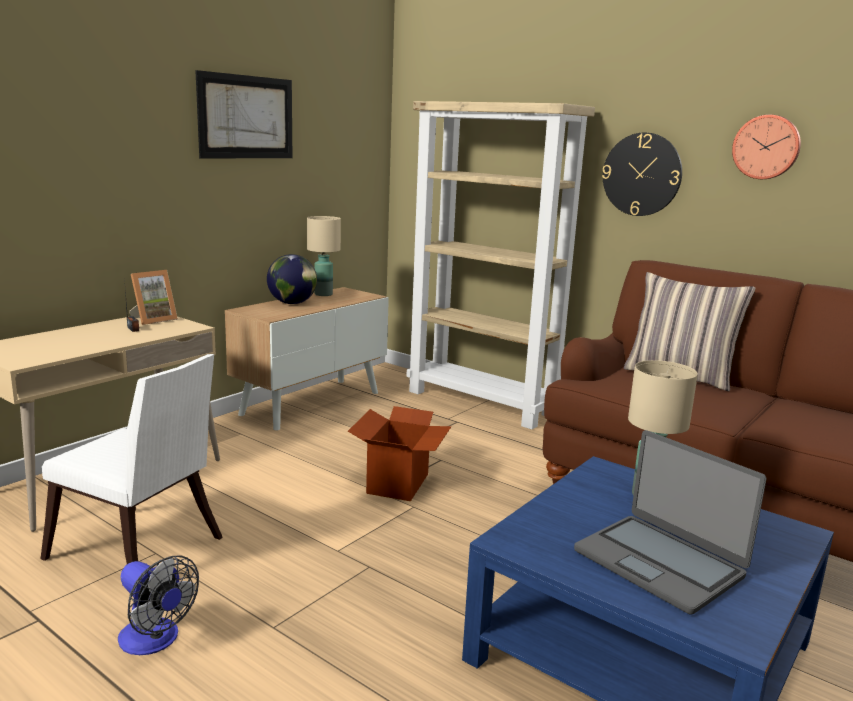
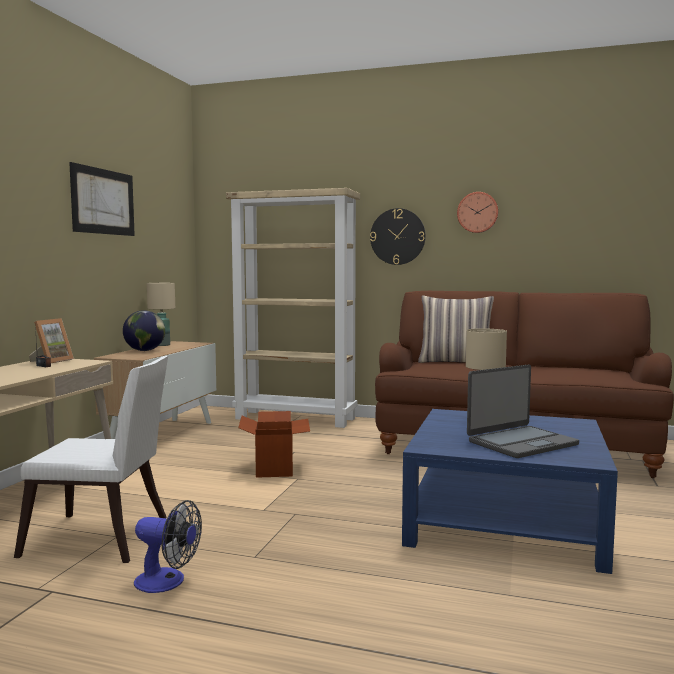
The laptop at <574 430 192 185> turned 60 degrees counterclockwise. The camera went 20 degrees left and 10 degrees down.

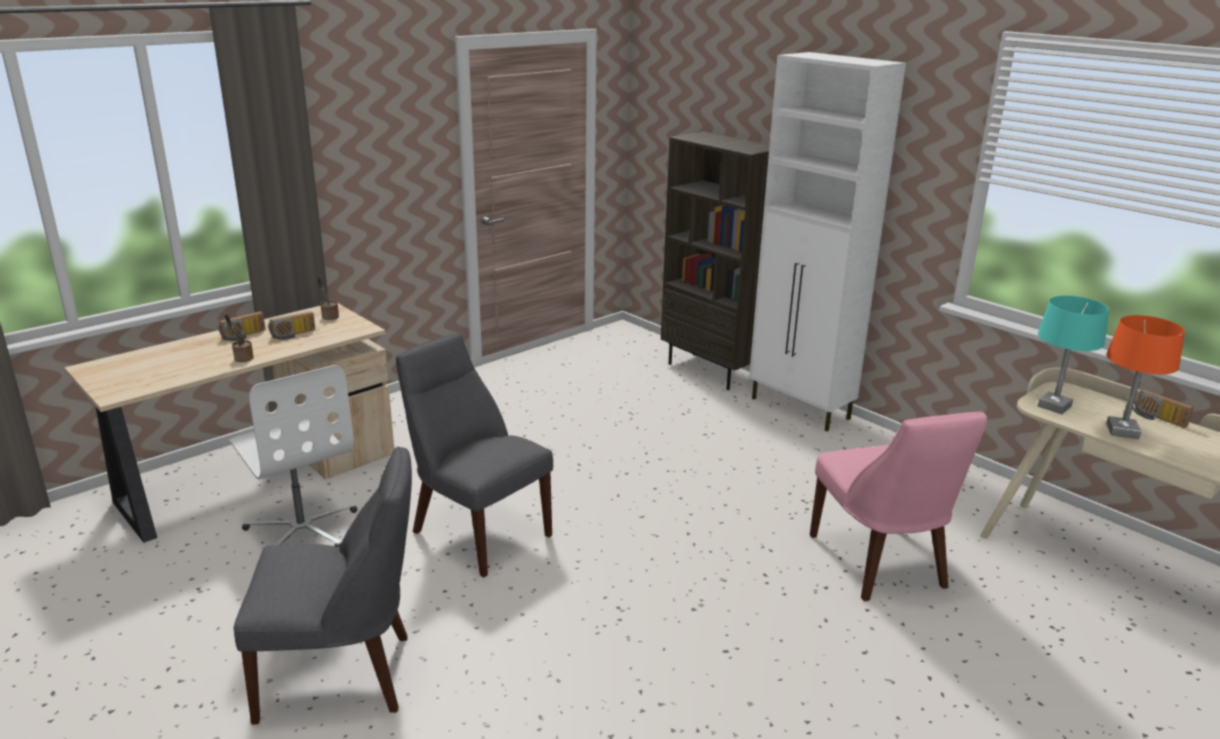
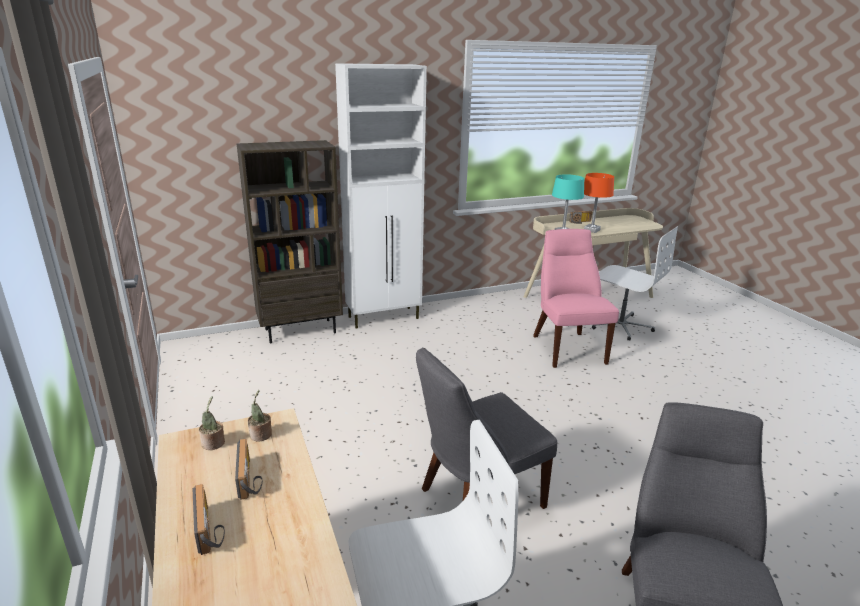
The potted_plant moved from <225 314 29 48> to <248 390 24 51>. The pink_chair at <810 412 177 189> turned 105 degrees counterclockwise. The white_office_chair at <592 226 86 115> appeared. The camera went 70 degrees left and 0 degrees up.

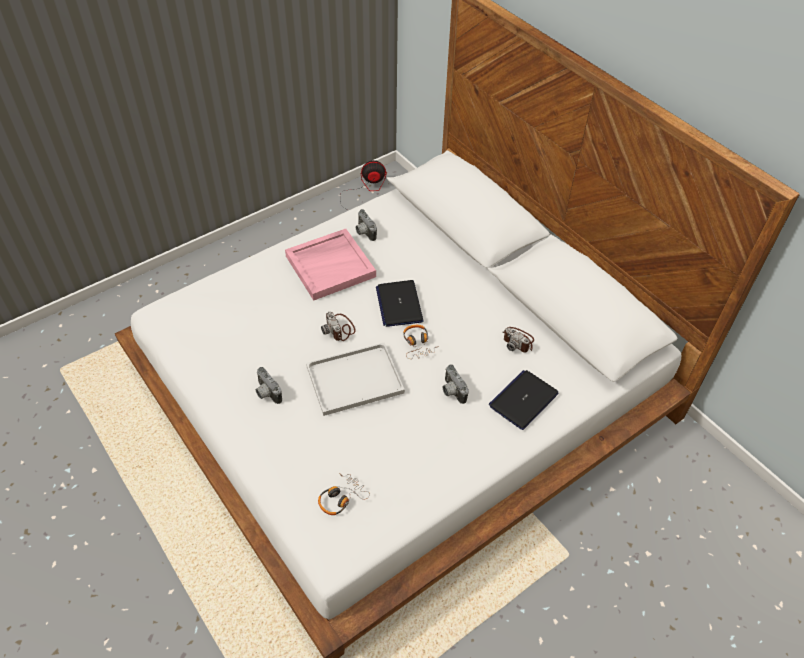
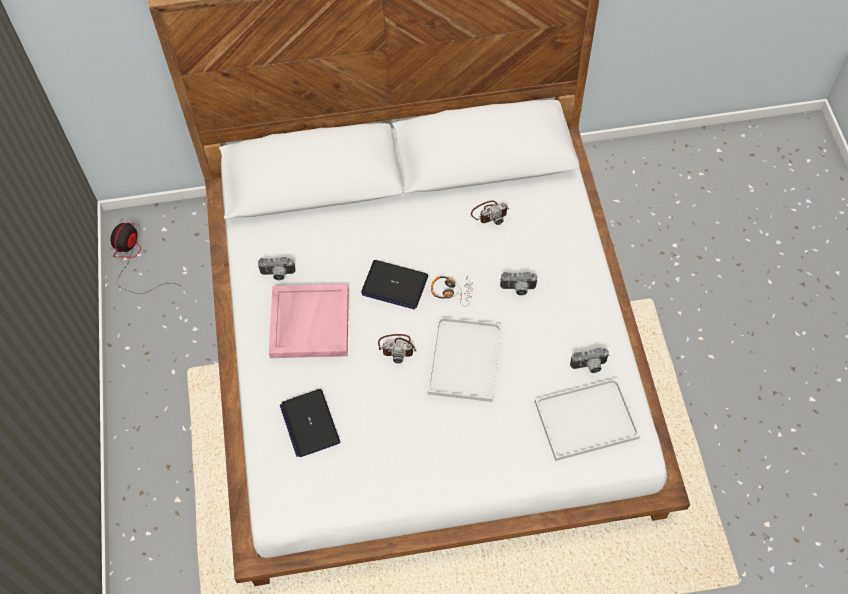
The photo_camera moved from <256 367 26 37> to <570 348 39 25>. The headphones at <318 473 52 42> was replaced by the white_tray at <535 378 105 83>. The laptop moved from <489 370 70 60> to <280 389 60 68>. The camera went 60 degrees left and 10 degrees up.

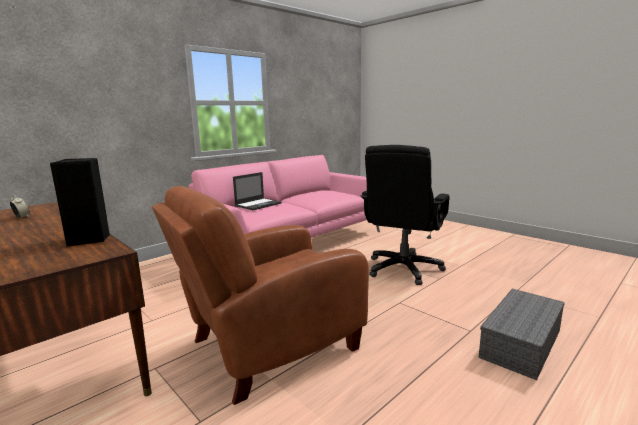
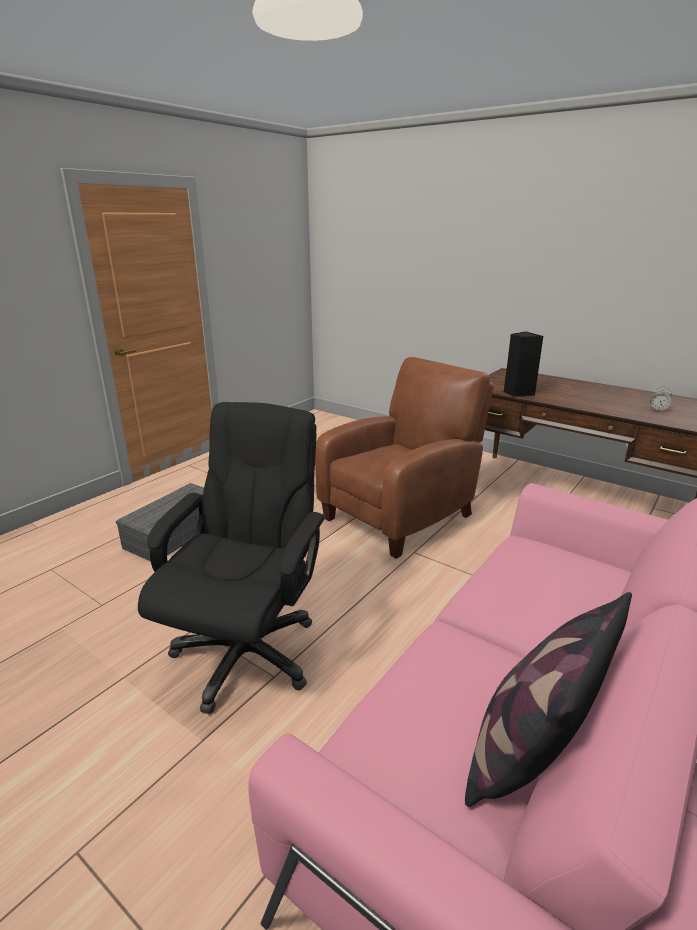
The laptop at <233 172 49 38> disappeared. The pillow at <465 592 167 215> appeared. The camera went 170 degrees right and 10 degrees up.

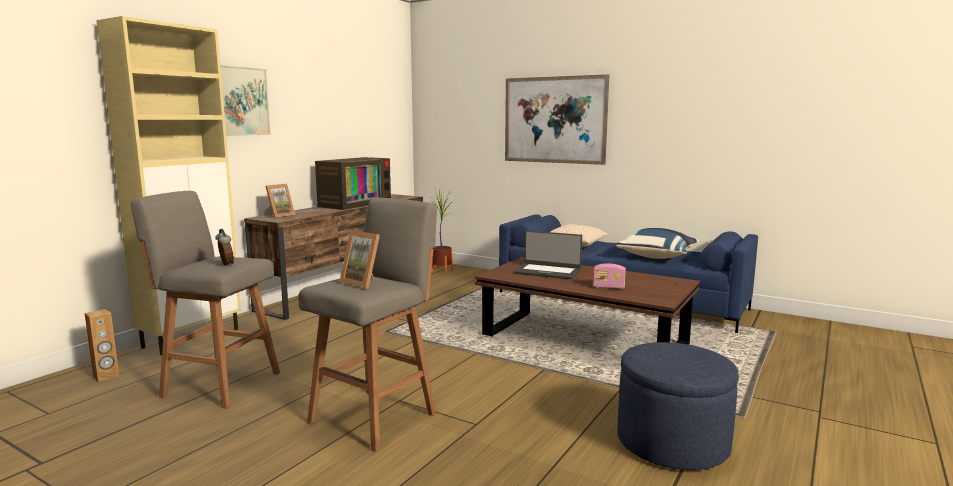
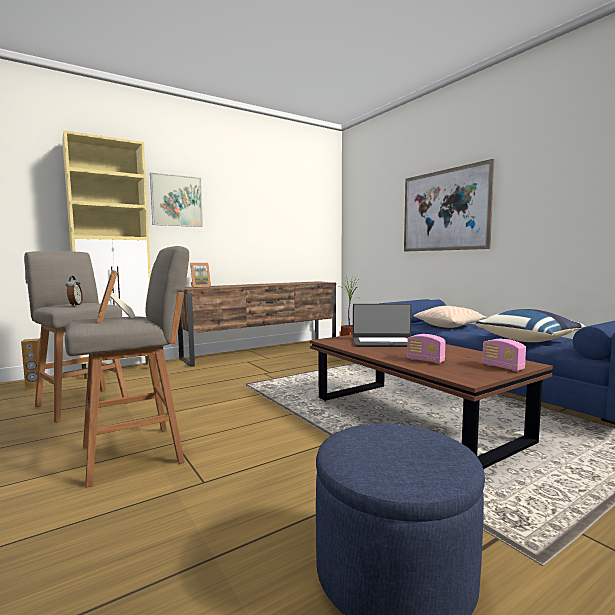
The television at <315 157 76 53> disappeared. The laptop at <514 231 68 48> turned 45 degrees counterclockwise. The radio at <482 339 44 32> appeared. The camera went 25 degrees right and 5 degrees down.

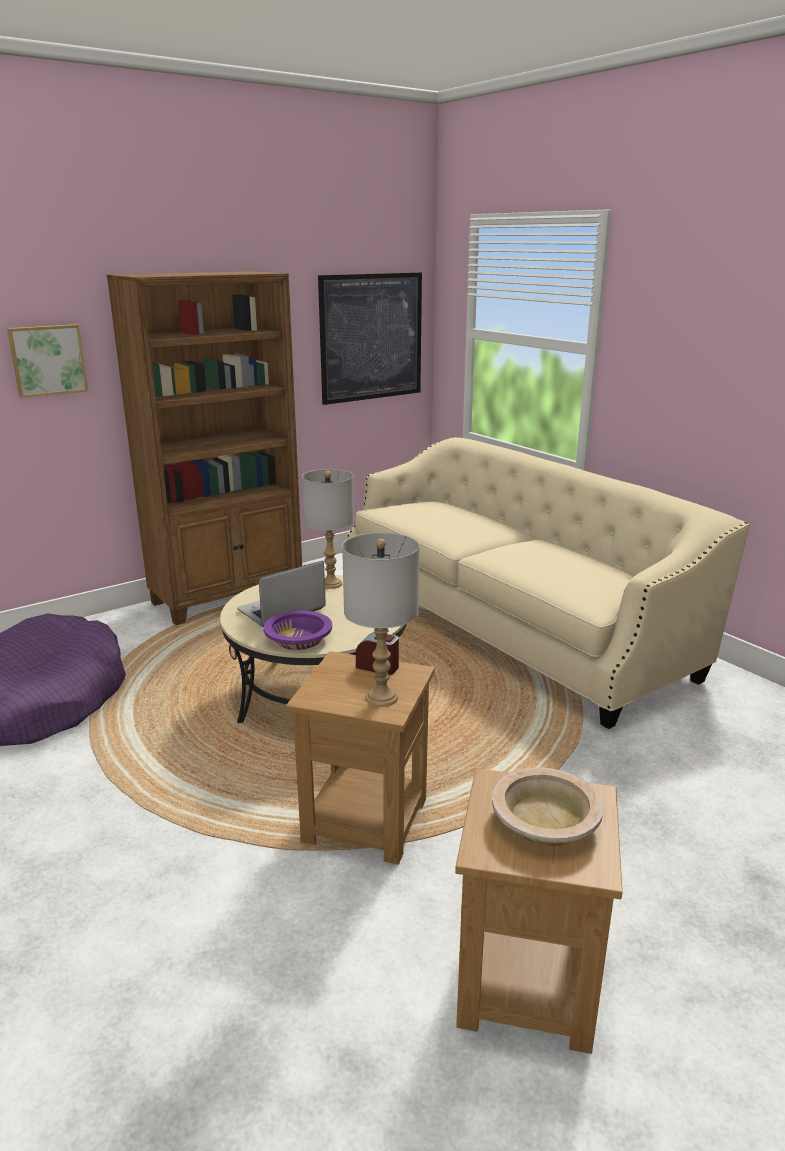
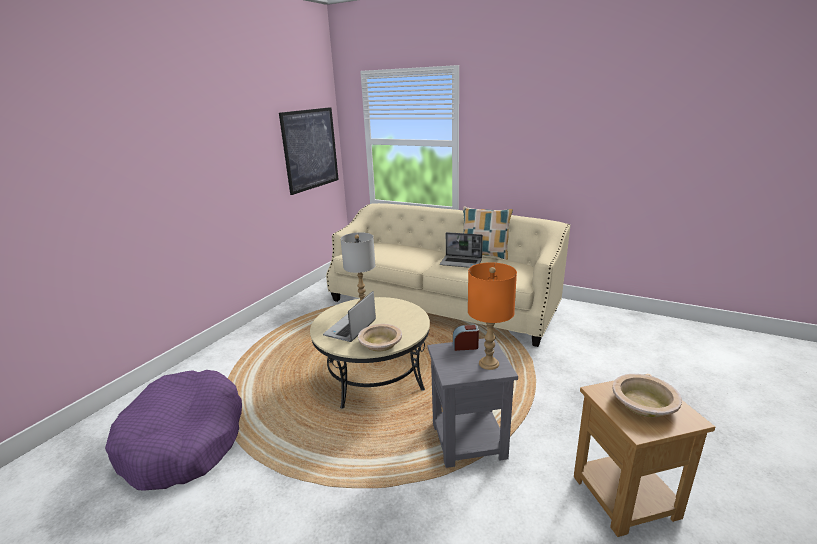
The picture at <7 324 82 74> disappeared. The brown_bookcase at <107 271 195 354> disappeared. The purple_bowl at <264 610 68 40> became the beige_bowl at <358 324 44 27>. The brown_side_table at <286 651 149 214> became the grey_side_table at <427 338 91 130>. The grey_table_lamp at <342 532 77 175> became the orange_table_lamp at <468 262 49 108>. The laptop at <440 232 43 36> appeared. The pillow at <463 206 50 54> appeared. The camera went 25 degrees left and 0 degrees up.

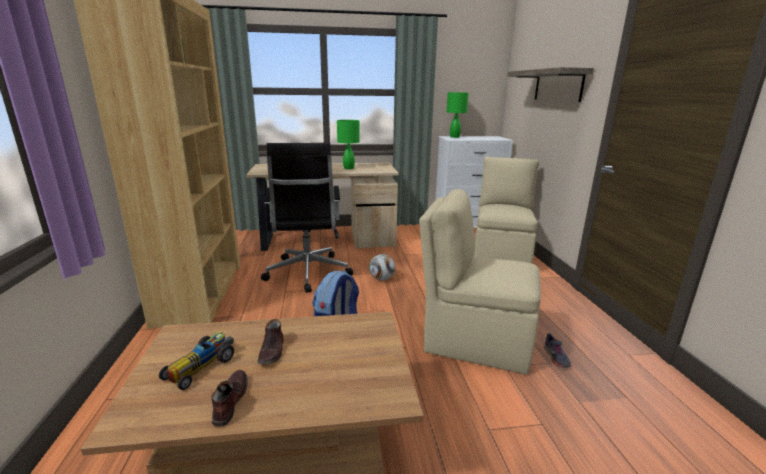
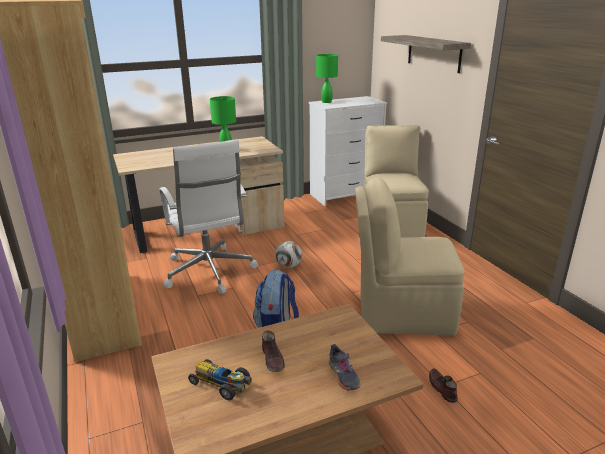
The toy_car at <159 332 75 58> turned 105 degrees clockwise. The brown_shoe moved from <211 370 37 57> to <429 369 29 34>. The black_office_chair at <261 143 92 150> became the white_office_chair at <160 139 98 155>. The grey_shoe moved from <544 333 27 35> to <329 344 31 47>. The camera went 15 degrees left and 5 degrees up.

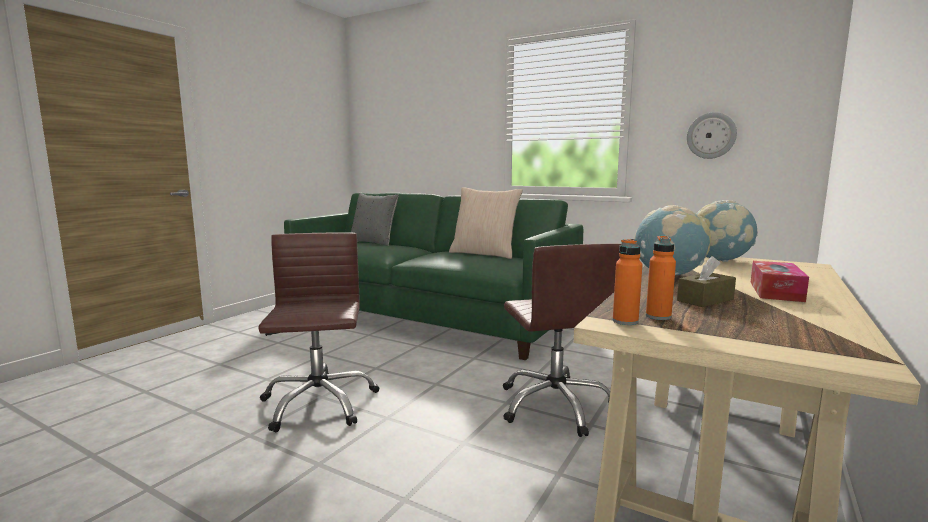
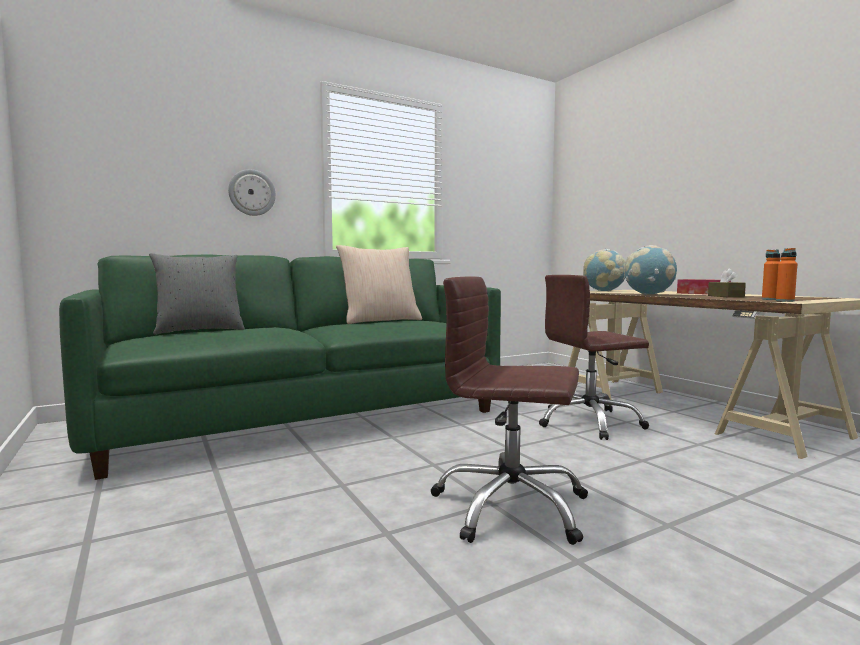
The brown_office_chair at <503 244 118 193> turned 150 degrees clockwise. The wall_clock moved from <687 112 50 47> to <228 169 48 47>. The camera went 60 degrees left and 5 degrees down.

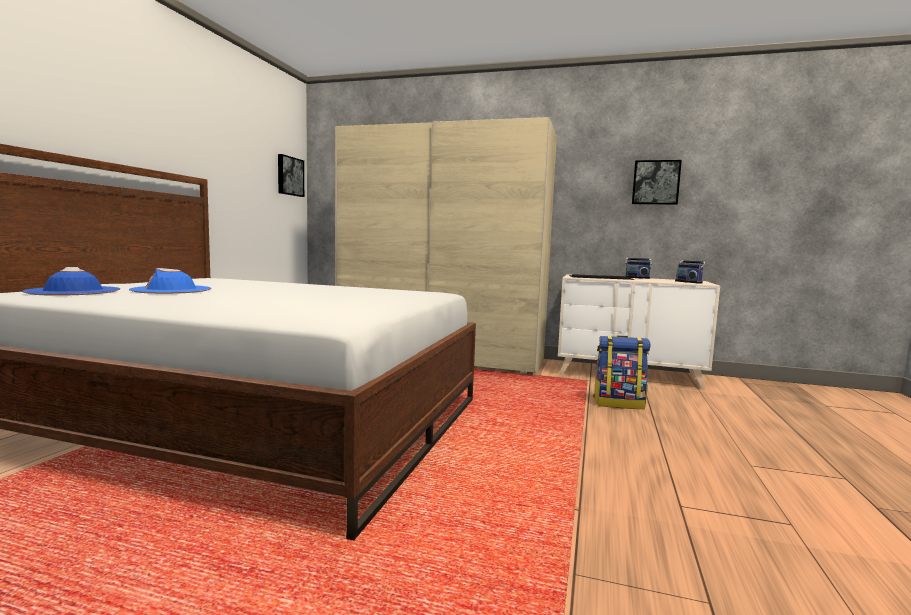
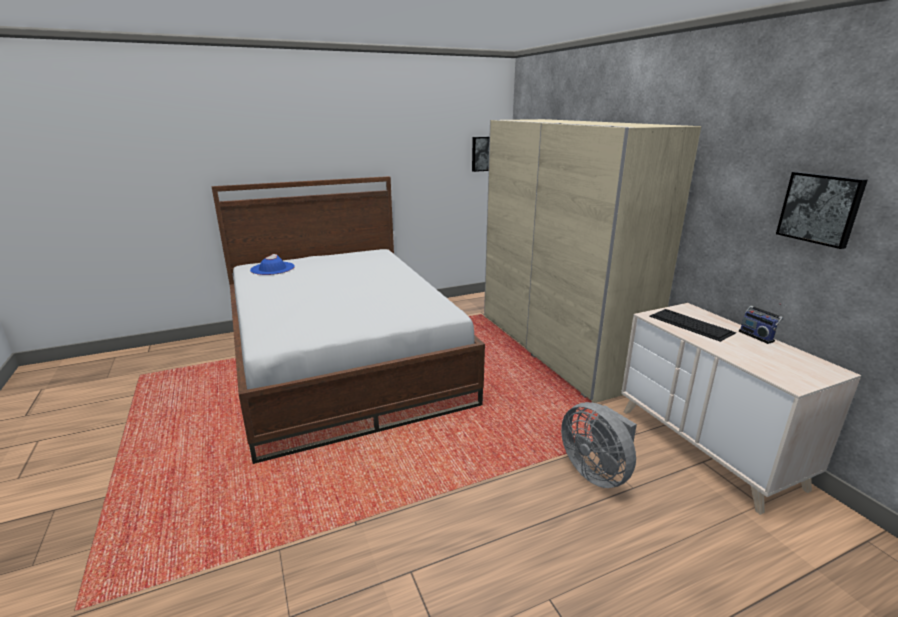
The blue_hat at <129 268 82 26> disappeared. The backpack at <593 335 57 74> was replaced by the grey_fan at <561 402 76 86>. The radio at <675 250 31 33> disappeared. The camera went 50 degrees right and 15 degrees up.

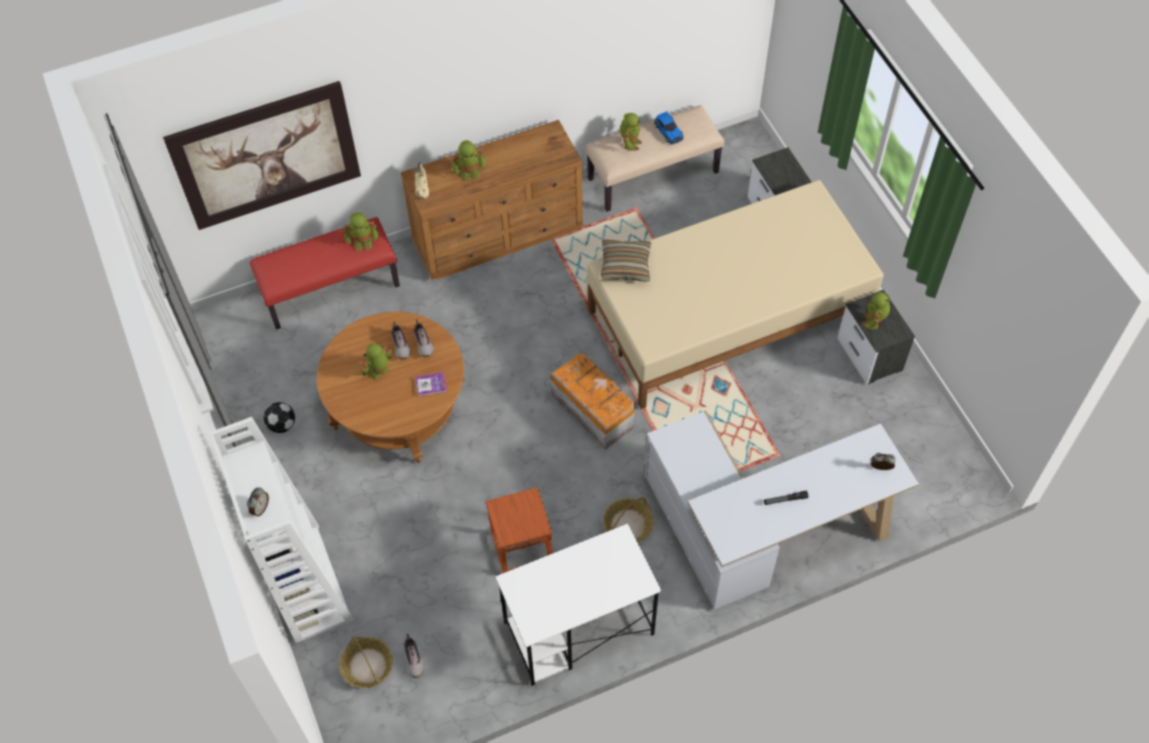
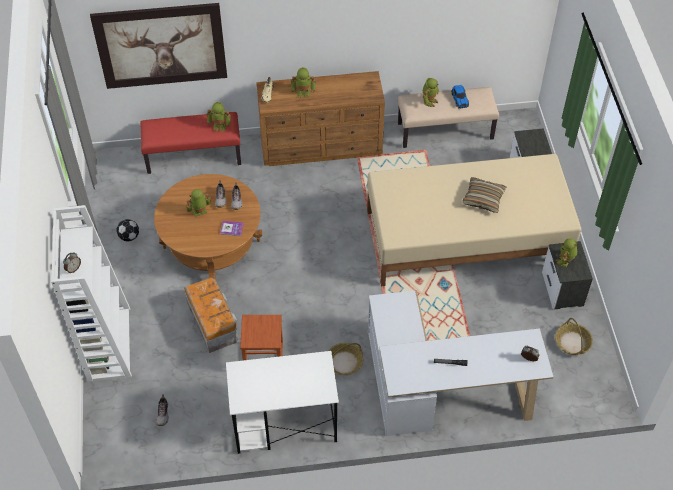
The basket moved from <339 636 54 52> to <555 318 38 37>. The storage_box moved from <550 353 85 97> to <184 278 54 75>. The pillow moved from <600 240 51 42> to <463 177 43 36>. The camera went 15 degrees right and 5 degrees down.

